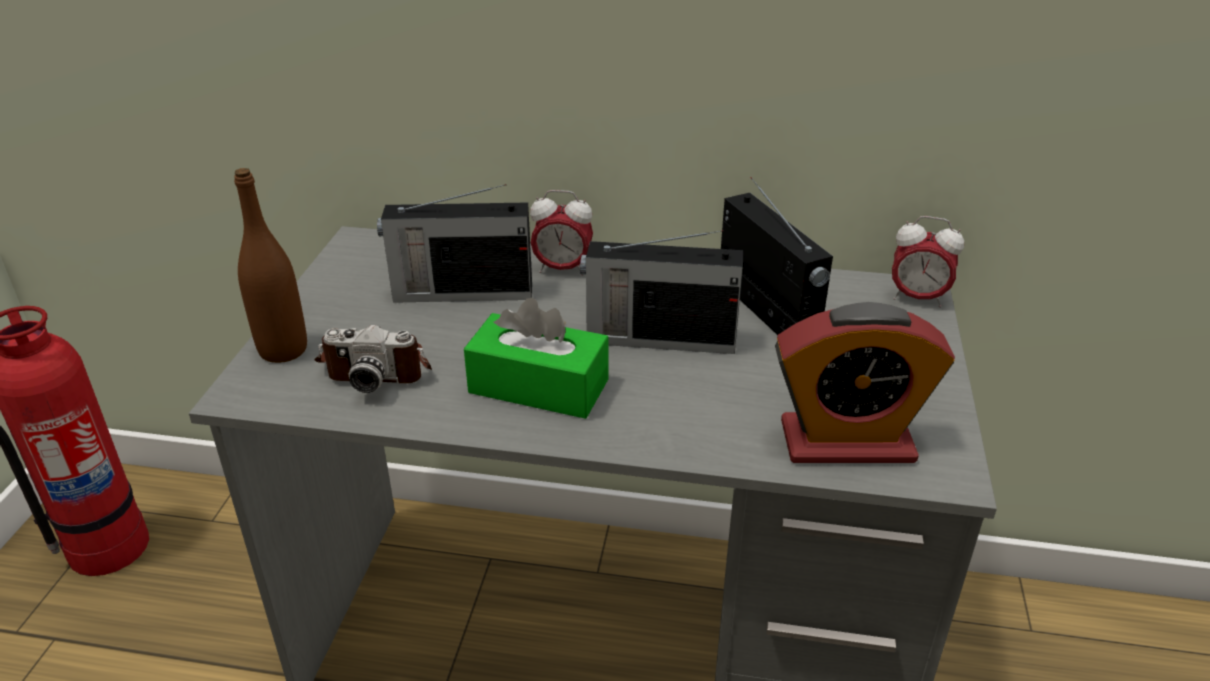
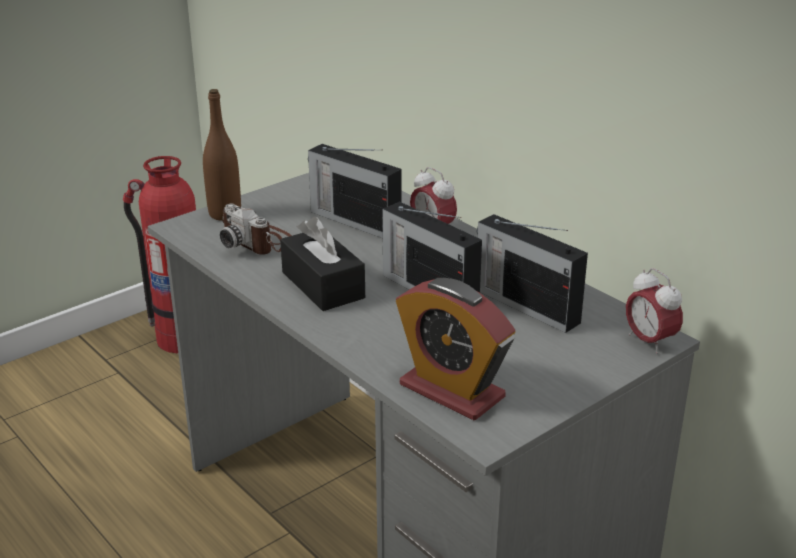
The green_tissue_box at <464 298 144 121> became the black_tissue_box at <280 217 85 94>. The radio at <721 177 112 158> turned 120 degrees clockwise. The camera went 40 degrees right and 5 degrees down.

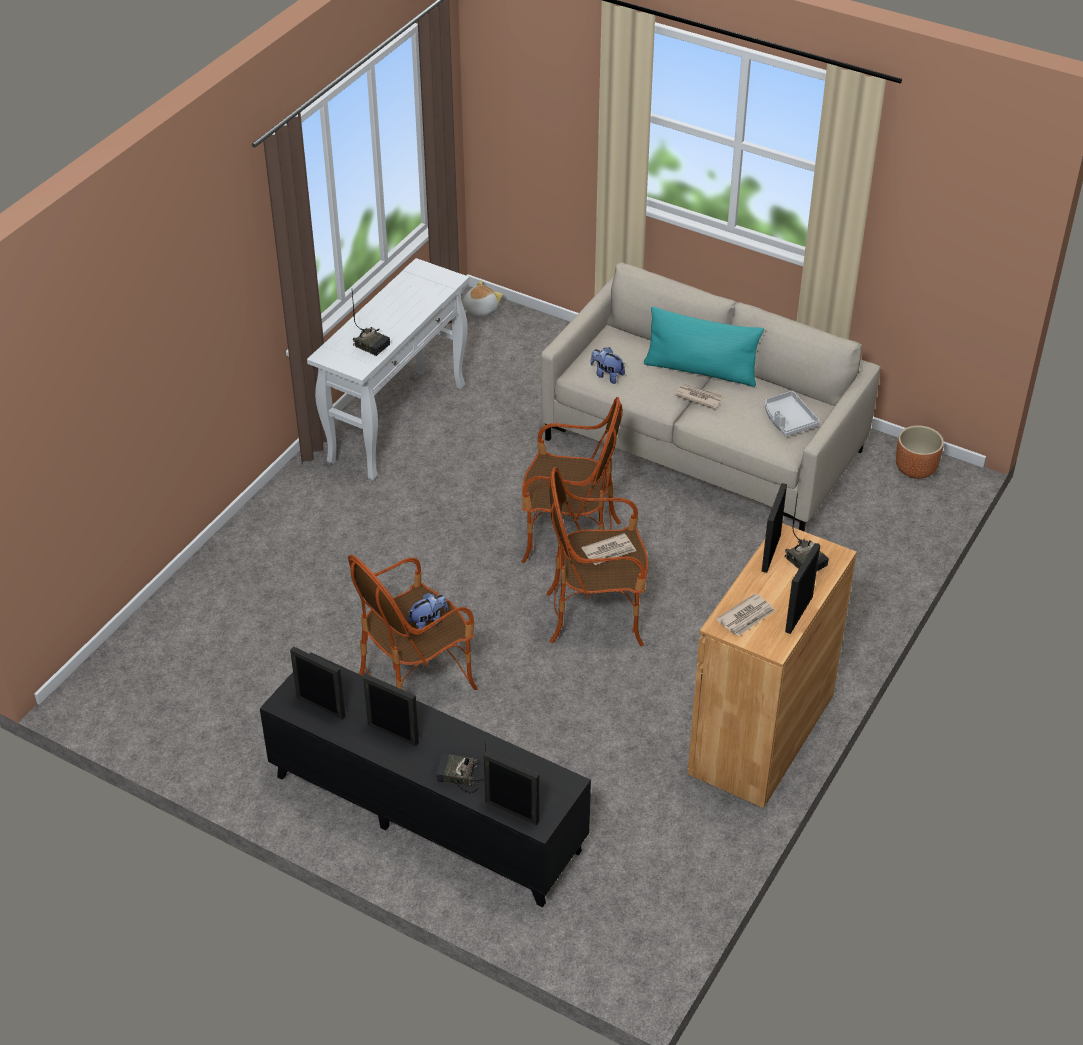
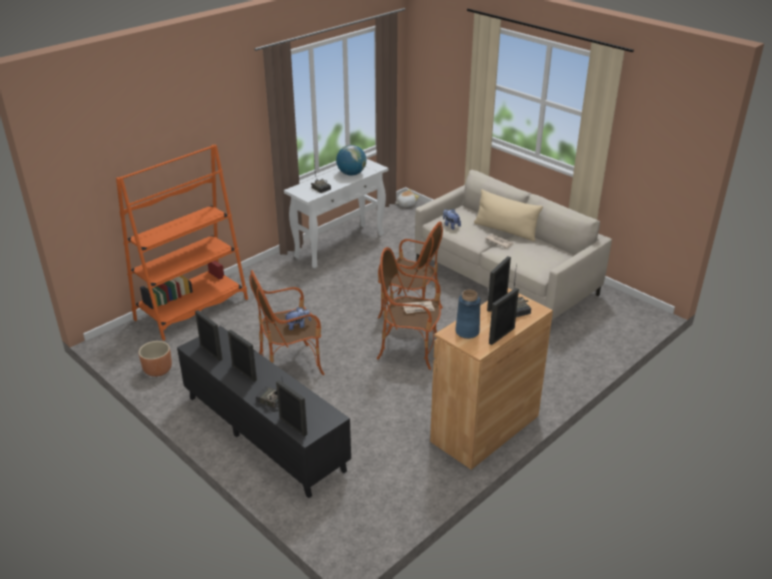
The turquoise_pillow at <644 307 120 80> became the beige_pillow at <474 189 69 52>. The newspaper at <716 593 59 43> was replaced by the blue_vase at <455 290 26 49>. The grey_tray at <765 391 55 46> disappeared. The brown_planter moved from <896 425 48 54> to <139 341 33 36>. The orange_bookcase at <116 145 132 196> appeared. The globe at <336 145 30 31> appeared. The camera went 15 degrees right and 10 degrees down.

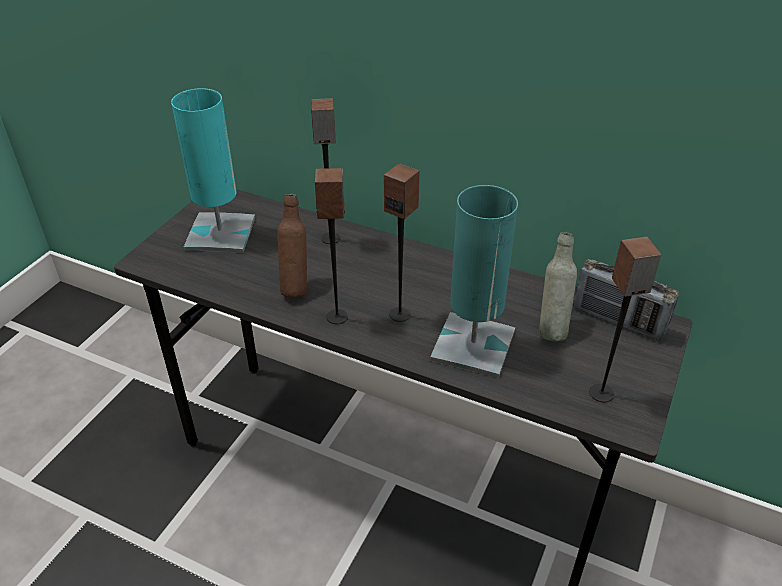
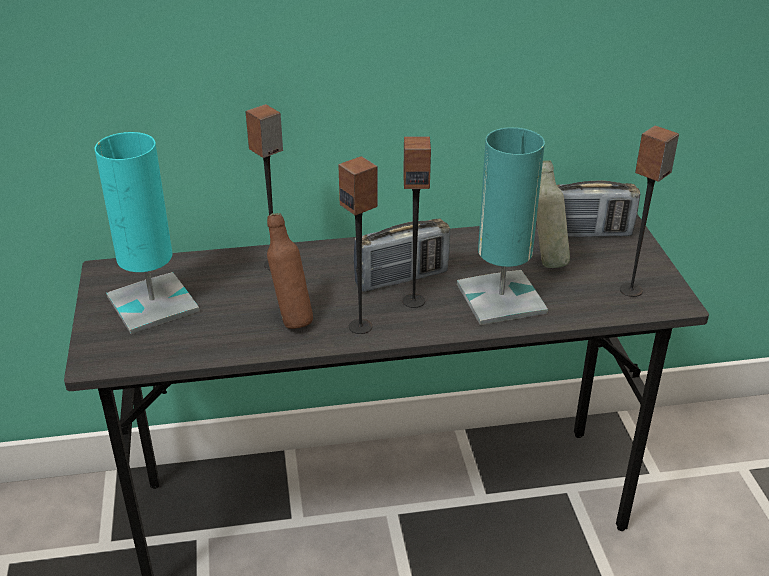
The radio at <353 219 97 73> appeared. The camera went 35 degrees left and 5 degrees down.

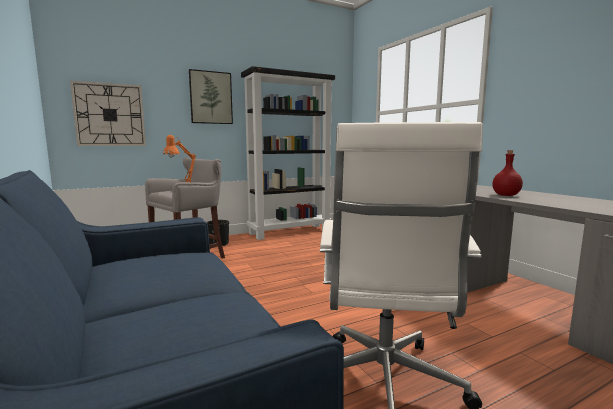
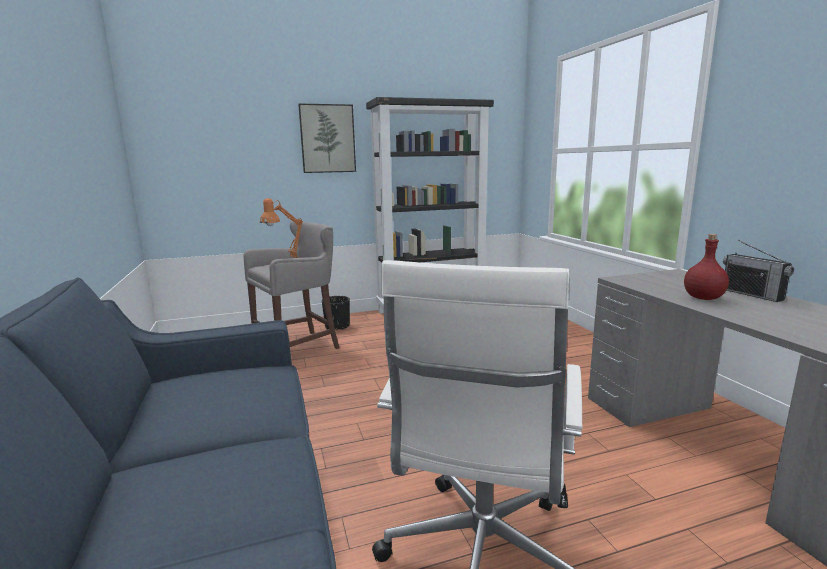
The wall_clock at <70 80 76 66> disappeared. The radio at <723 240 71 62> appeared. The camera went 10 degrees right and 5 degrees up.

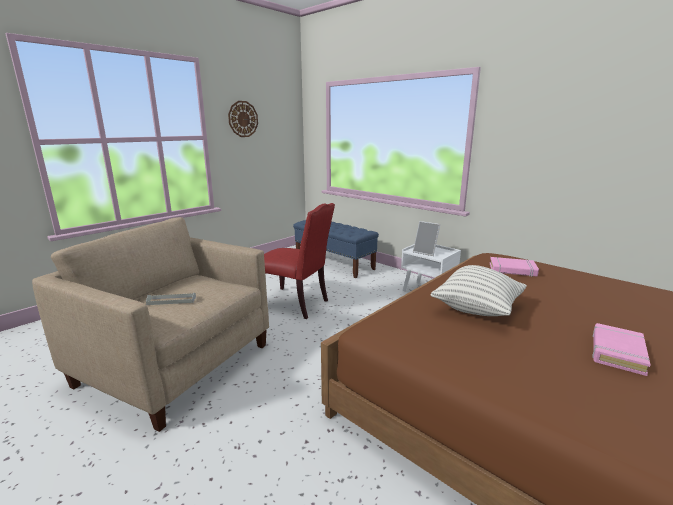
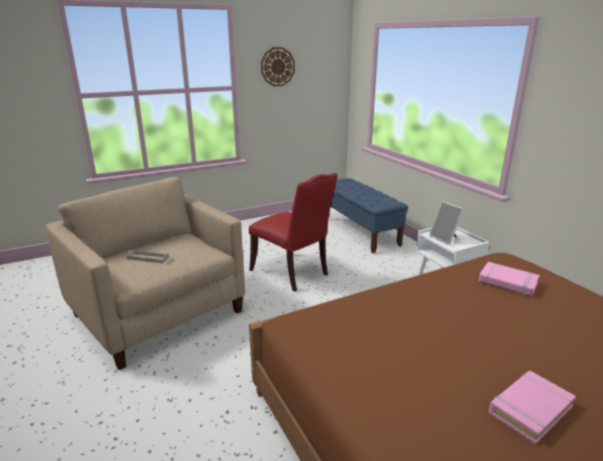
The pillow at <431 265 96 51> disappeared. The camera went 20 degrees right and 5 degrees up.

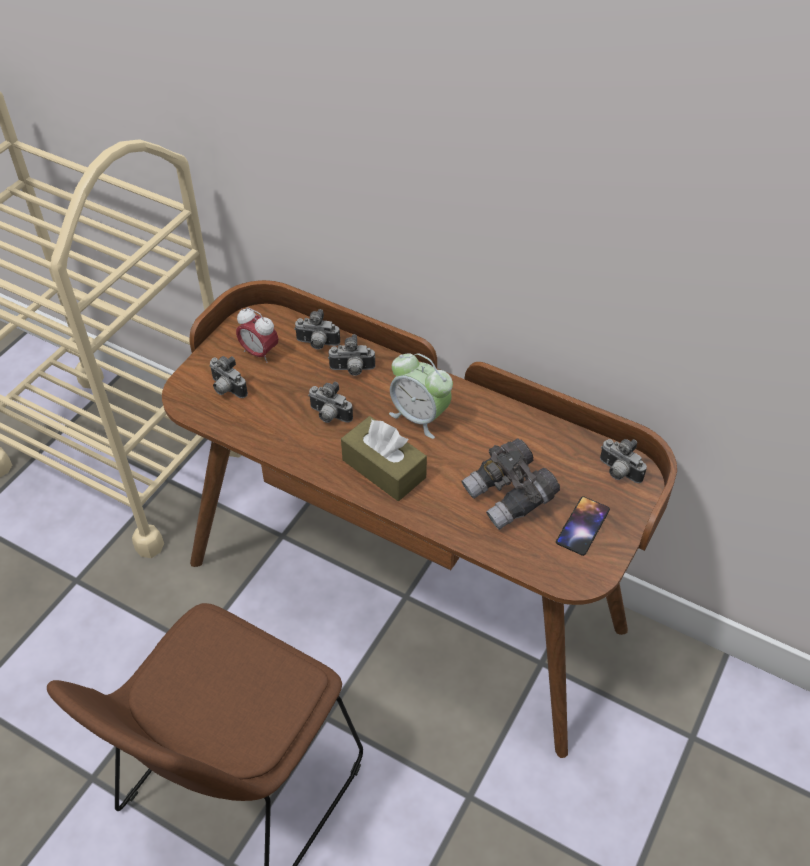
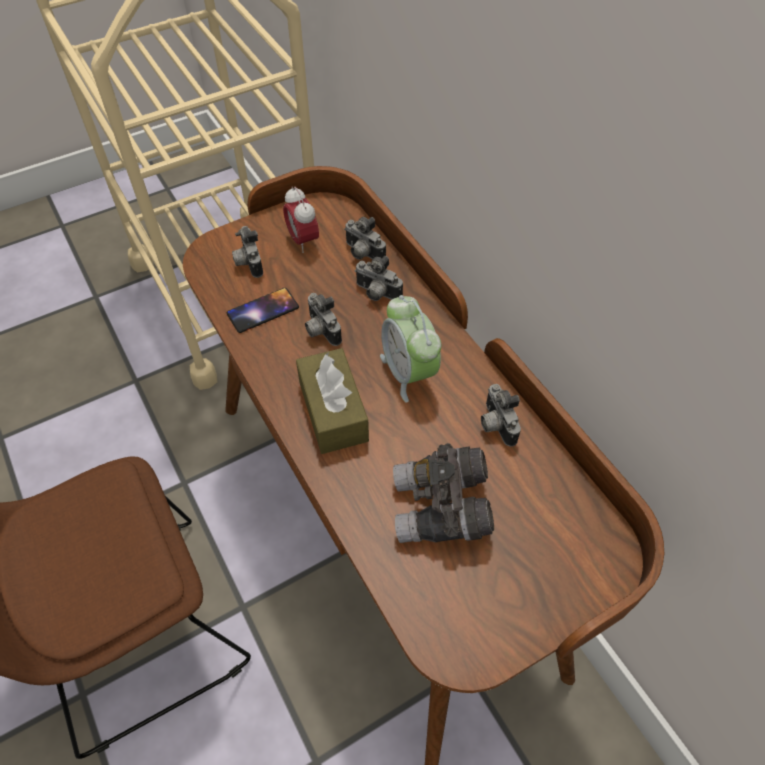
The phone moved from <556 496 54 60> to <227 288 72 45>. The photo_camera moved from <600 439 47 44> to <481 384 40 63>. The camera went 30 degrees right and 5 degrees up.

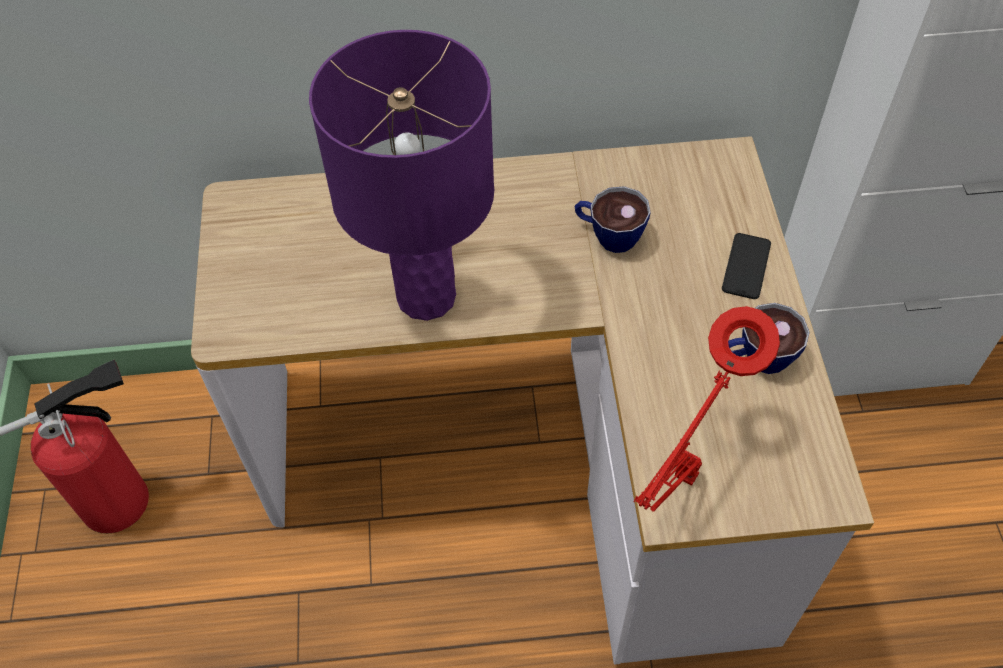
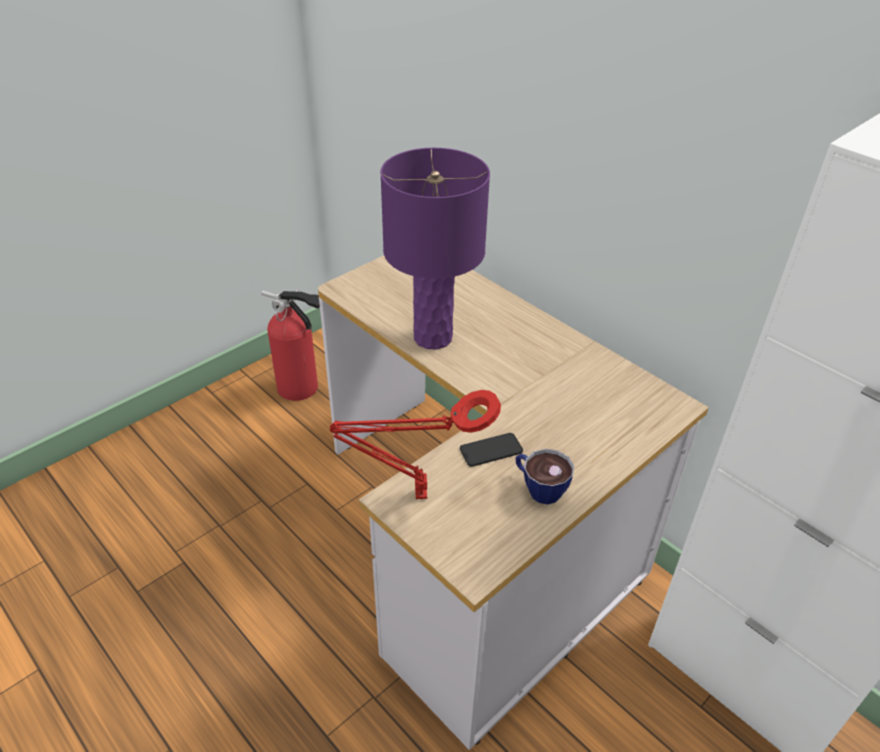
The cup at <575 186 76 67> disappeared. The phone moved from <722 233 49 66> to <460 433 63 34>. The camera went 50 degrees right and 15 degrees down.

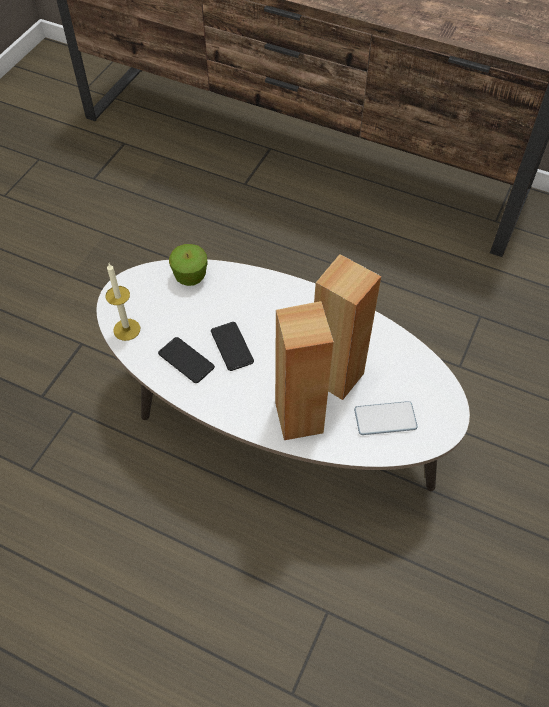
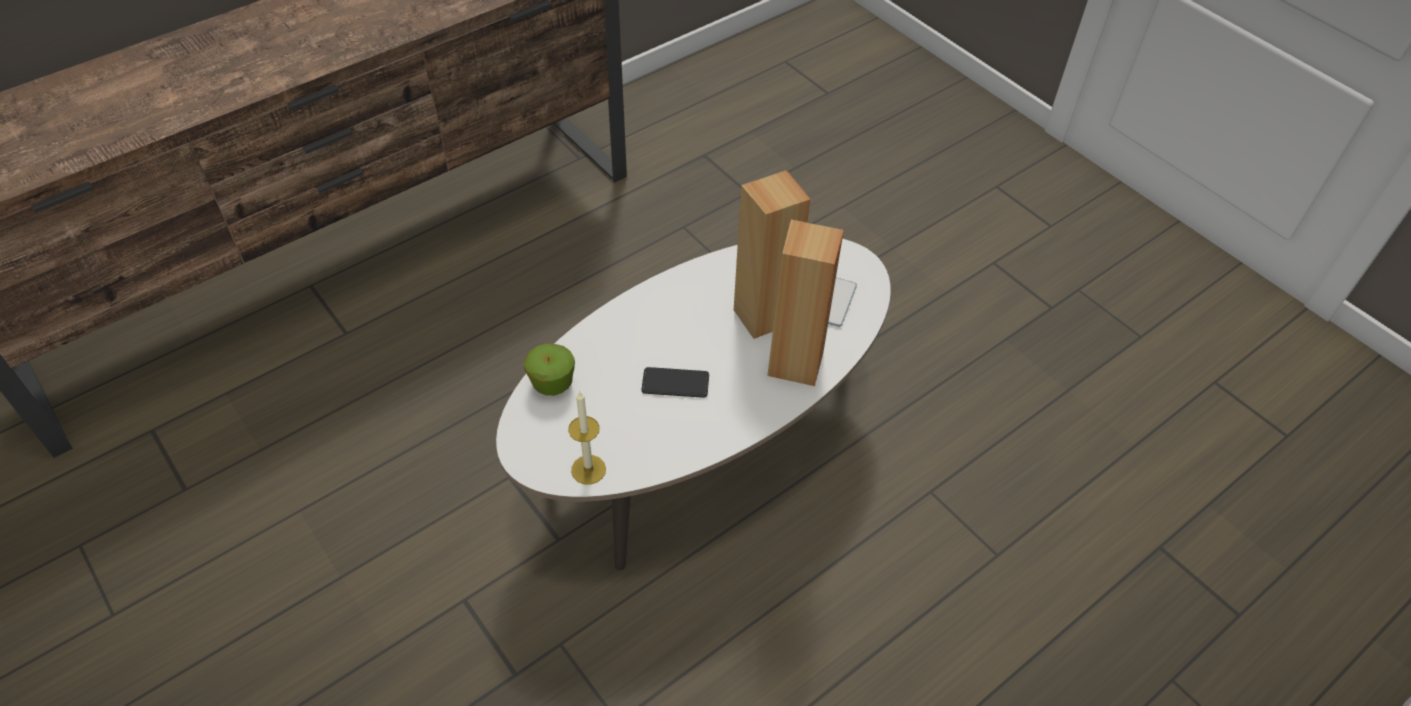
The phone at <158 337 57 46> disappeared. The camera went 65 degrees left and 5 degrees down.

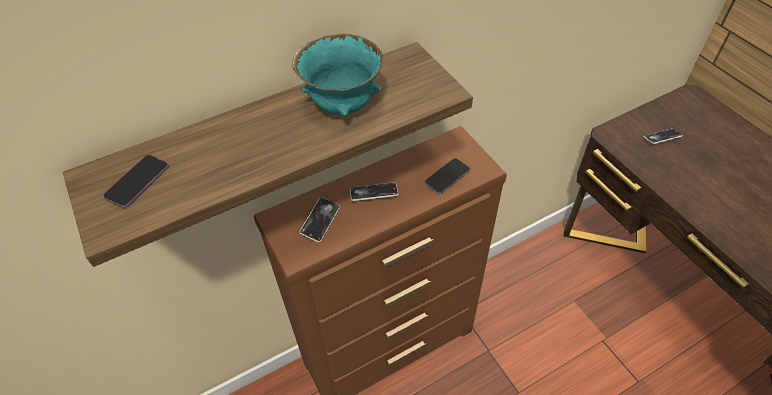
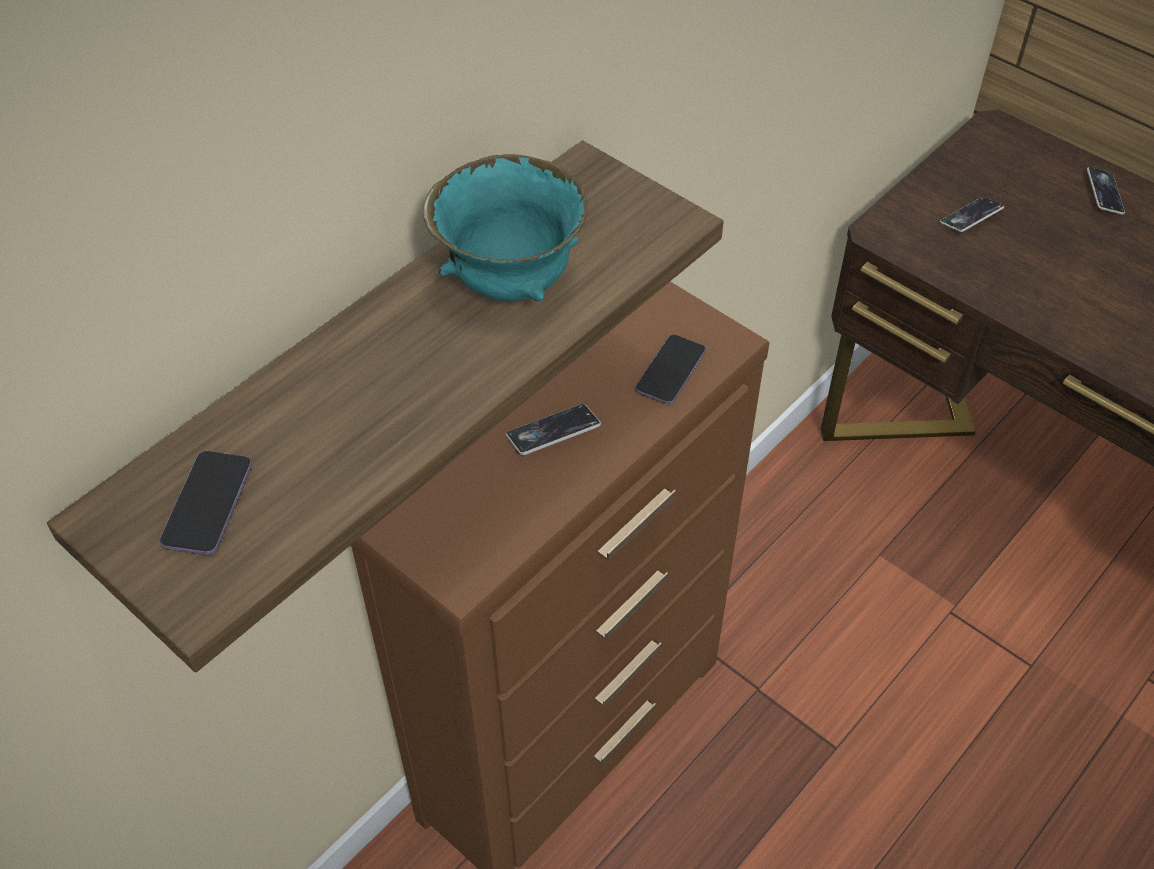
The phone moved from <300 197 40 45> to <1087 167 38 48>. The camera went 20 degrees left and 0 degrees up.

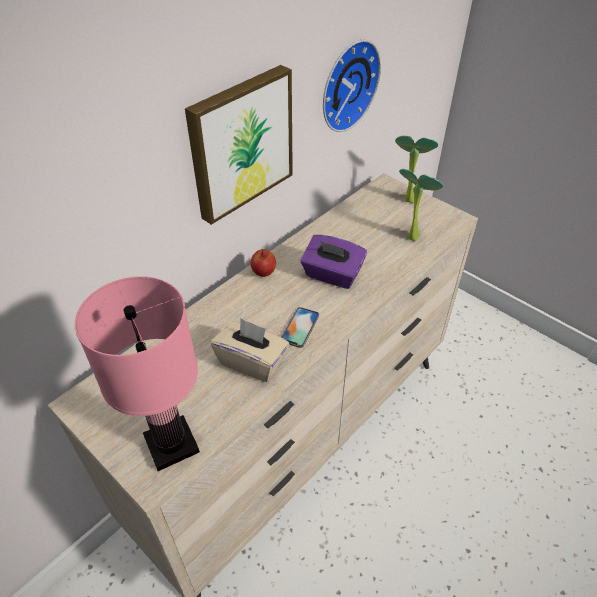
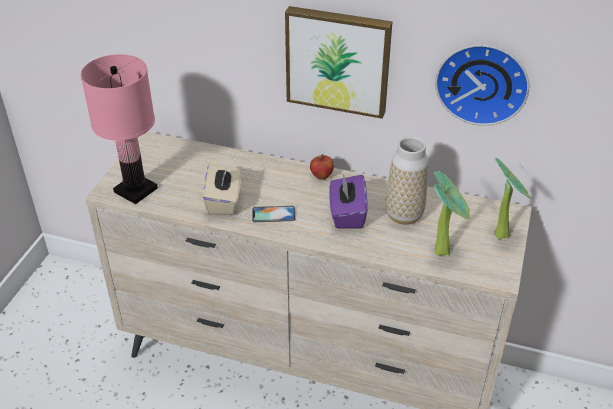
The vase at <386 137 42 88> appeared. The camera went 65 degrees right and 5 degrees down.

